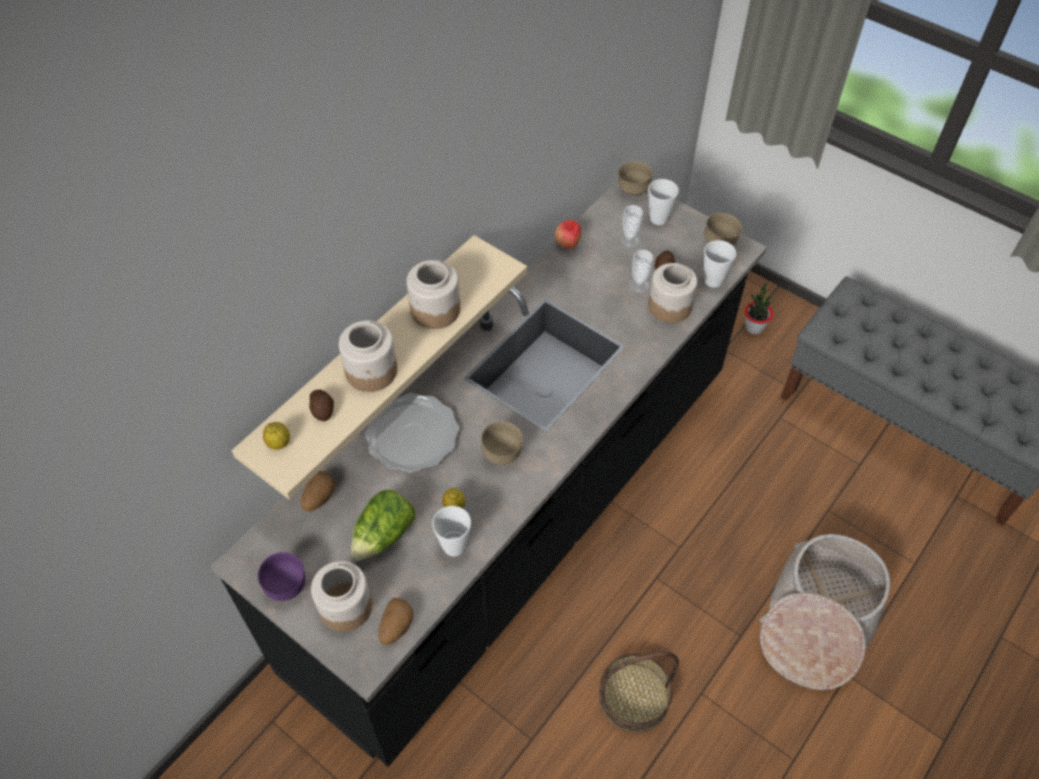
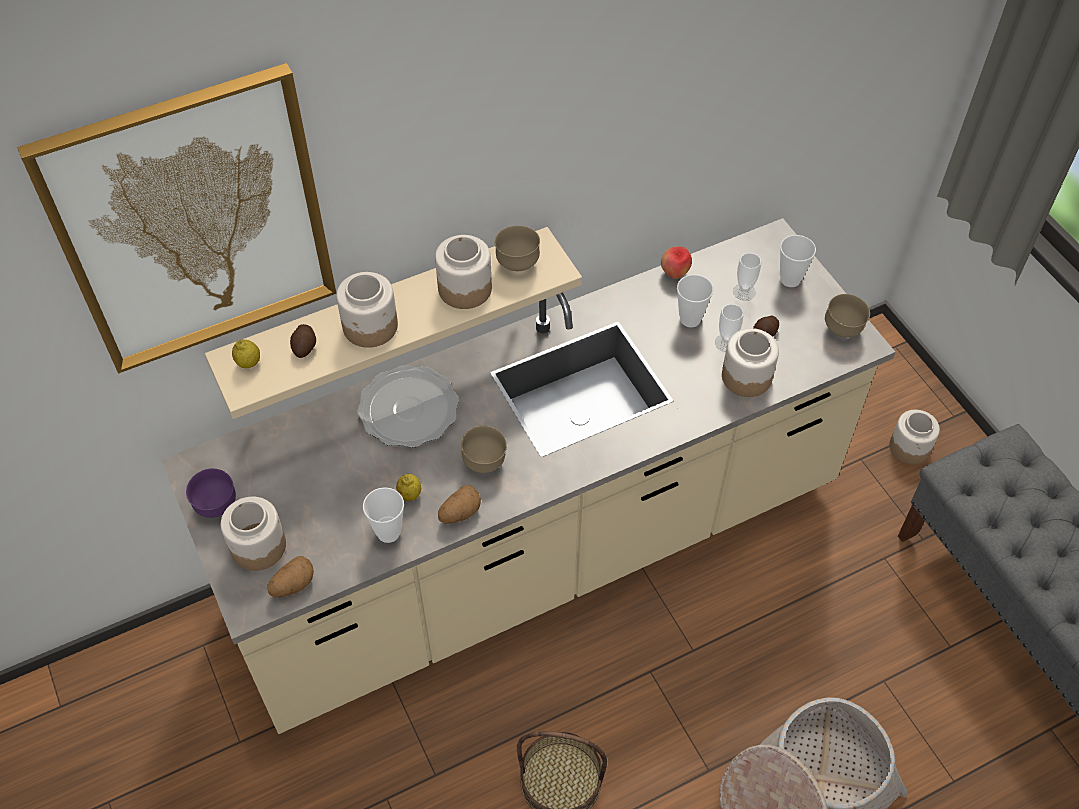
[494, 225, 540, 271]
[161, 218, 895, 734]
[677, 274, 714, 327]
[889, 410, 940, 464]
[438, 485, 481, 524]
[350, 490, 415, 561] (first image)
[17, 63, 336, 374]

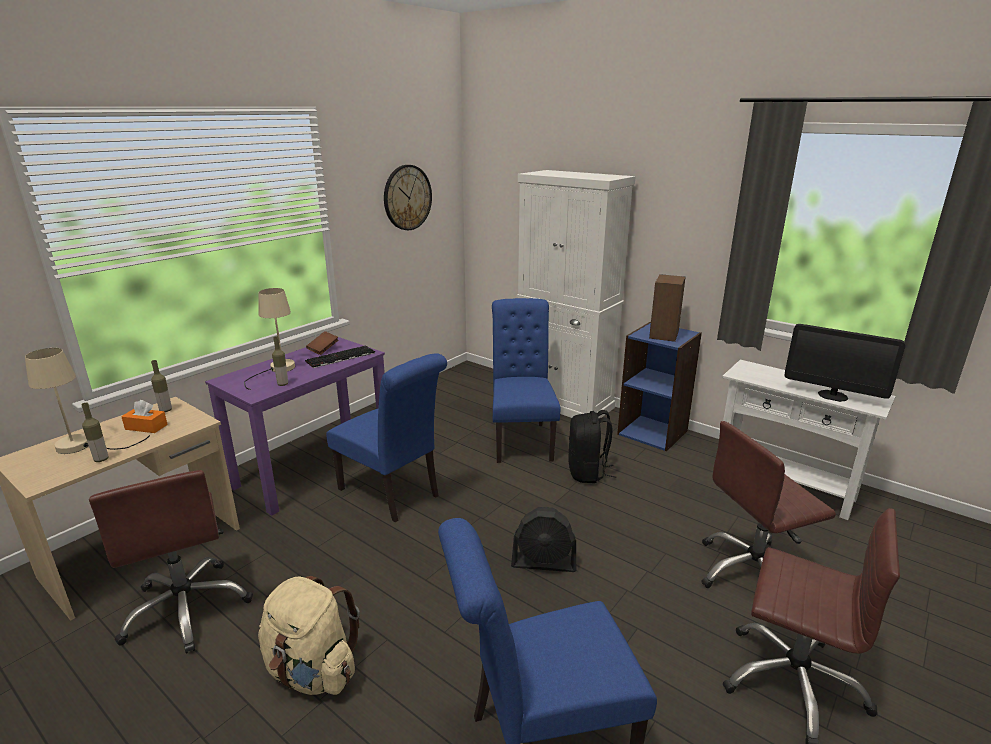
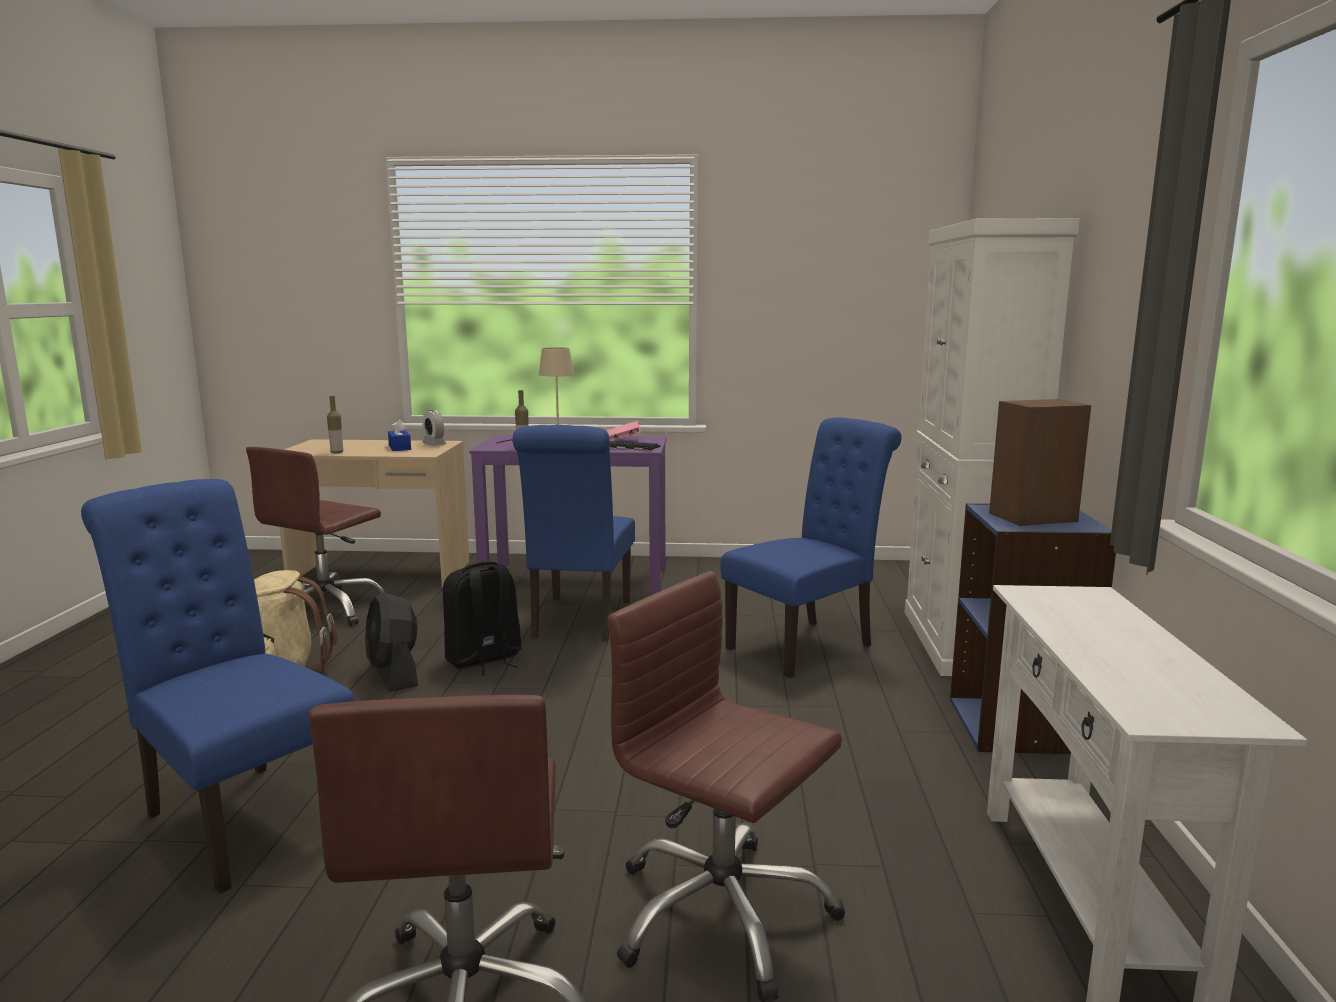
[384, 165, 432, 230] (first image)
[784, 324, 905, 402] (first image)
[607, 420, 641, 441]
[25, 348, 150, 454] (first image)
[422, 410, 446, 446]
[388, 419, 411, 451]
[443, 561, 522, 676]
[365, 592, 418, 692]

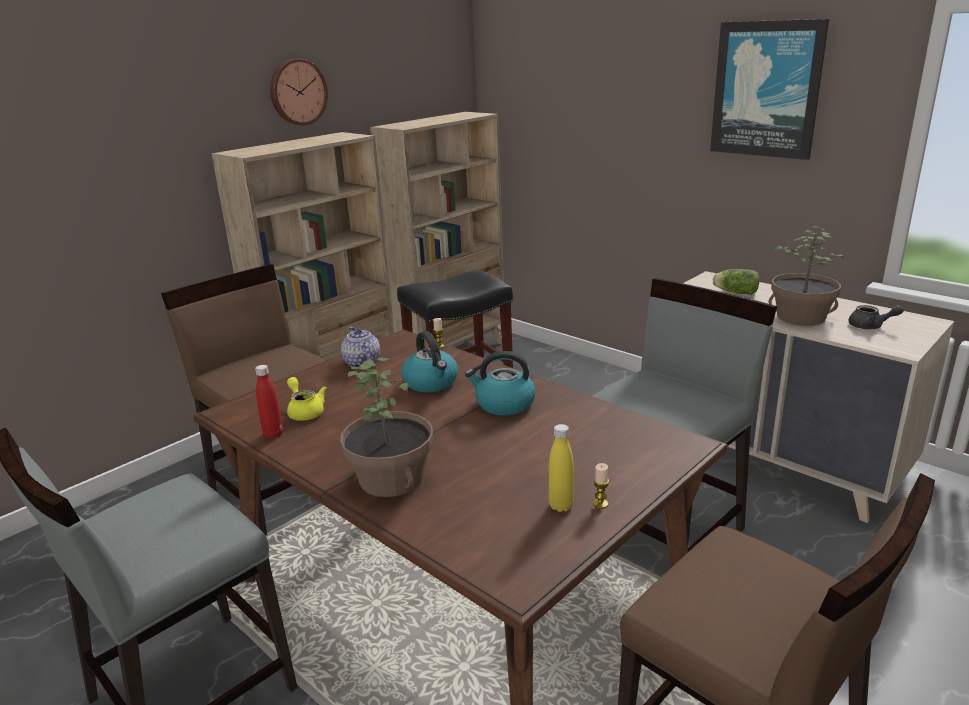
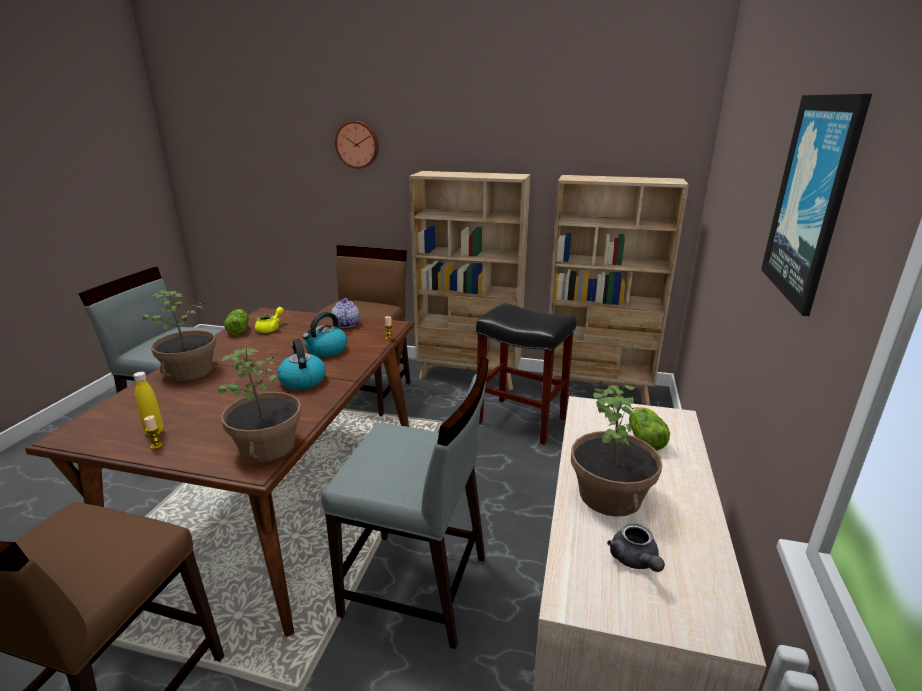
[335, 121, 379, 169]
[331, 298, 359, 328]
[224, 309, 249, 335]
[218, 348, 302, 462]

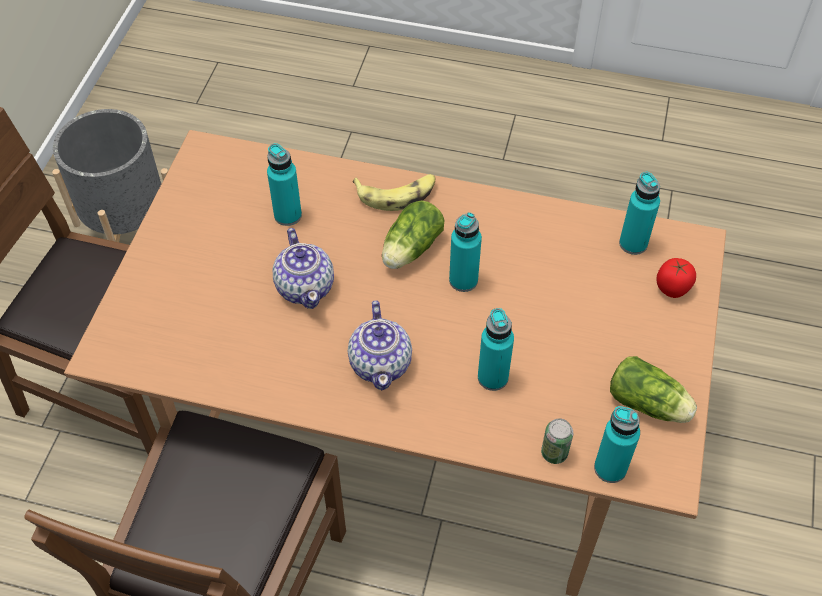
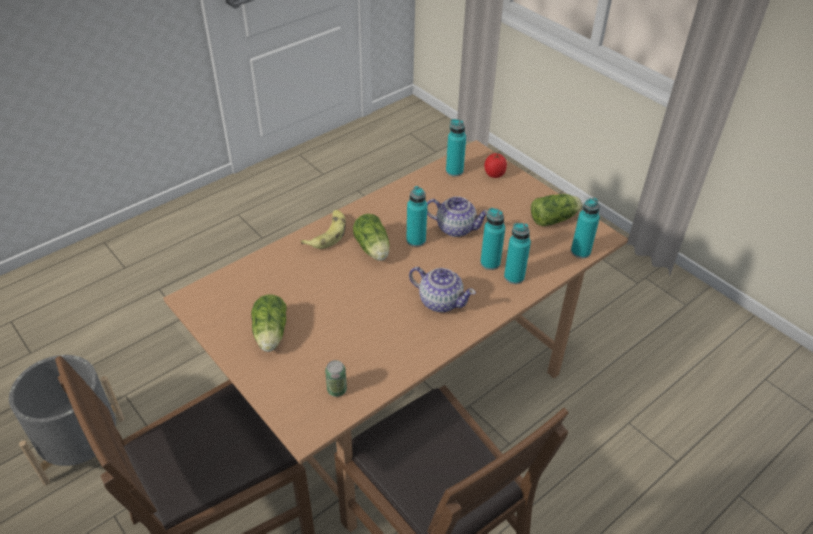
[504, 223, 531, 284]
[427, 196, 488, 237]
[325, 360, 347, 397]
[251, 294, 287, 352]

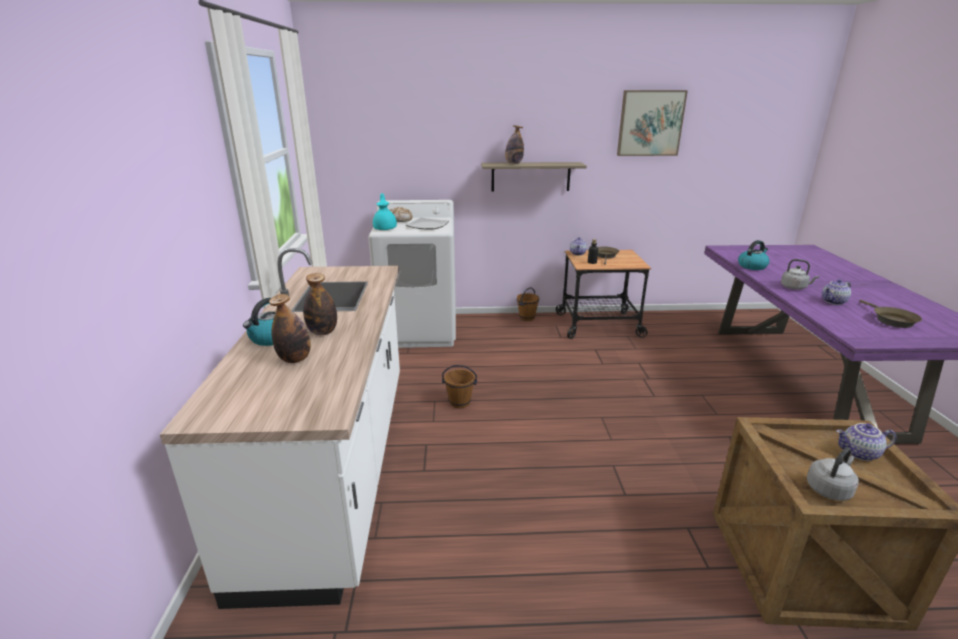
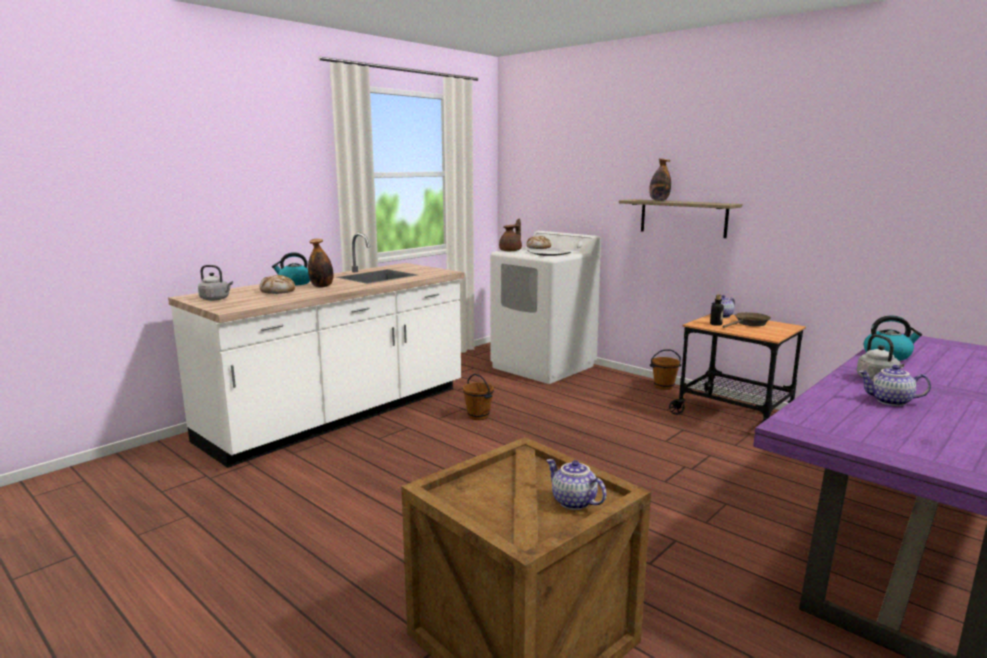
[617, 90, 688, 156] (first image)
[499, 219, 522, 251]
[260, 275, 295, 294]
[859, 300, 922, 328] (first image)
[198, 265, 233, 301]

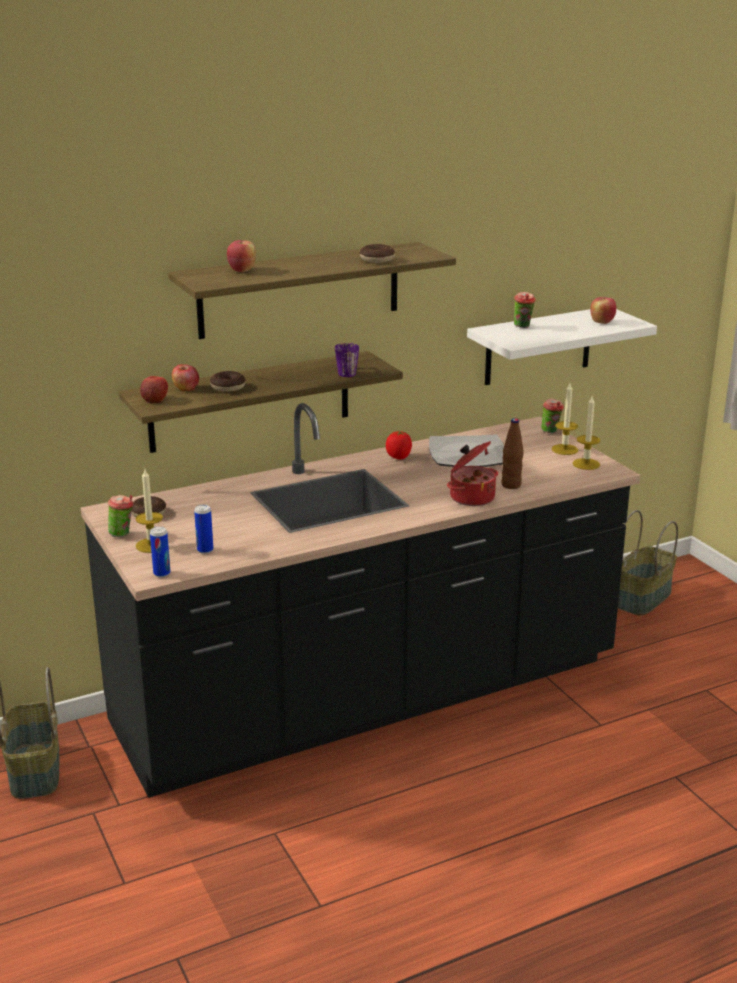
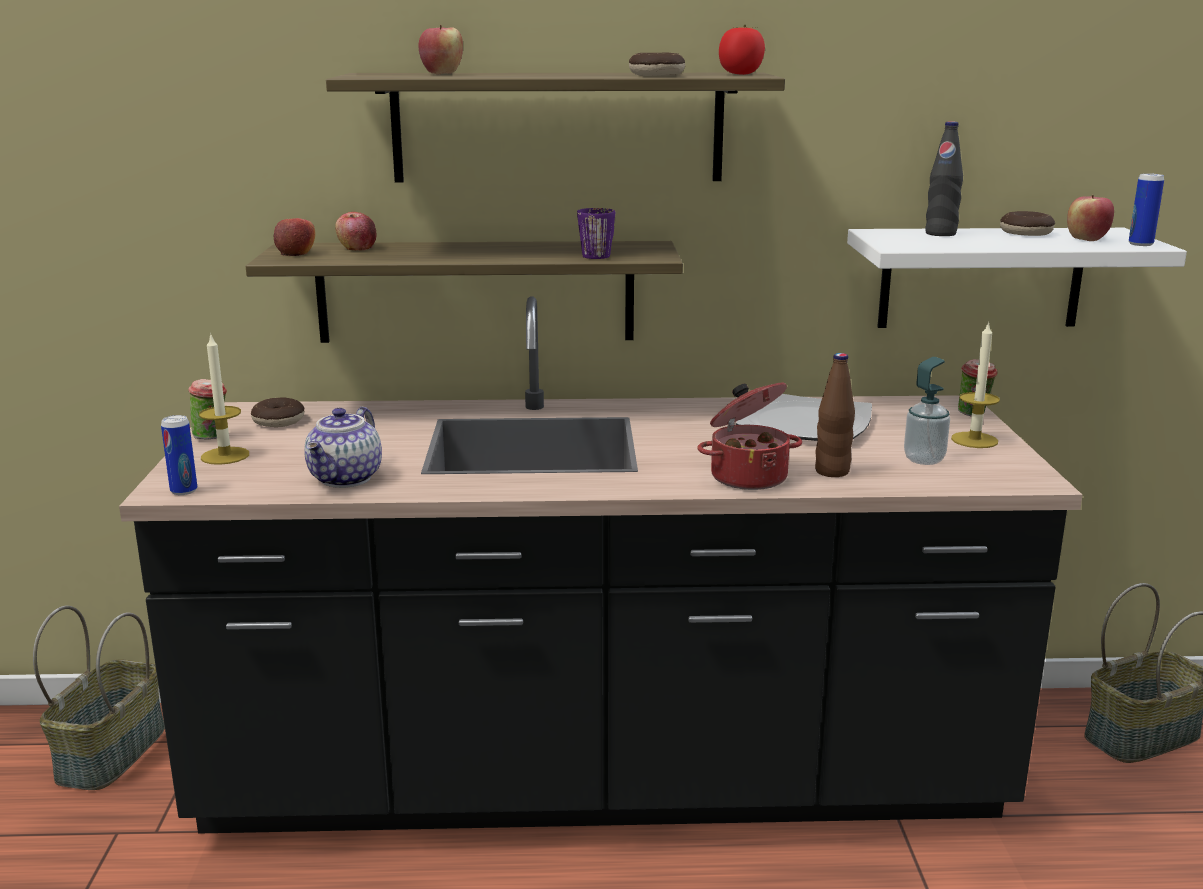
[925, 121, 963, 236]
[1000, 211, 1055, 236]
[573, 397, 600, 470] (first image)
[719, 25, 765, 75]
[1129, 173, 1164, 246]
[904, 357, 950, 465]
[304, 407, 382, 488]

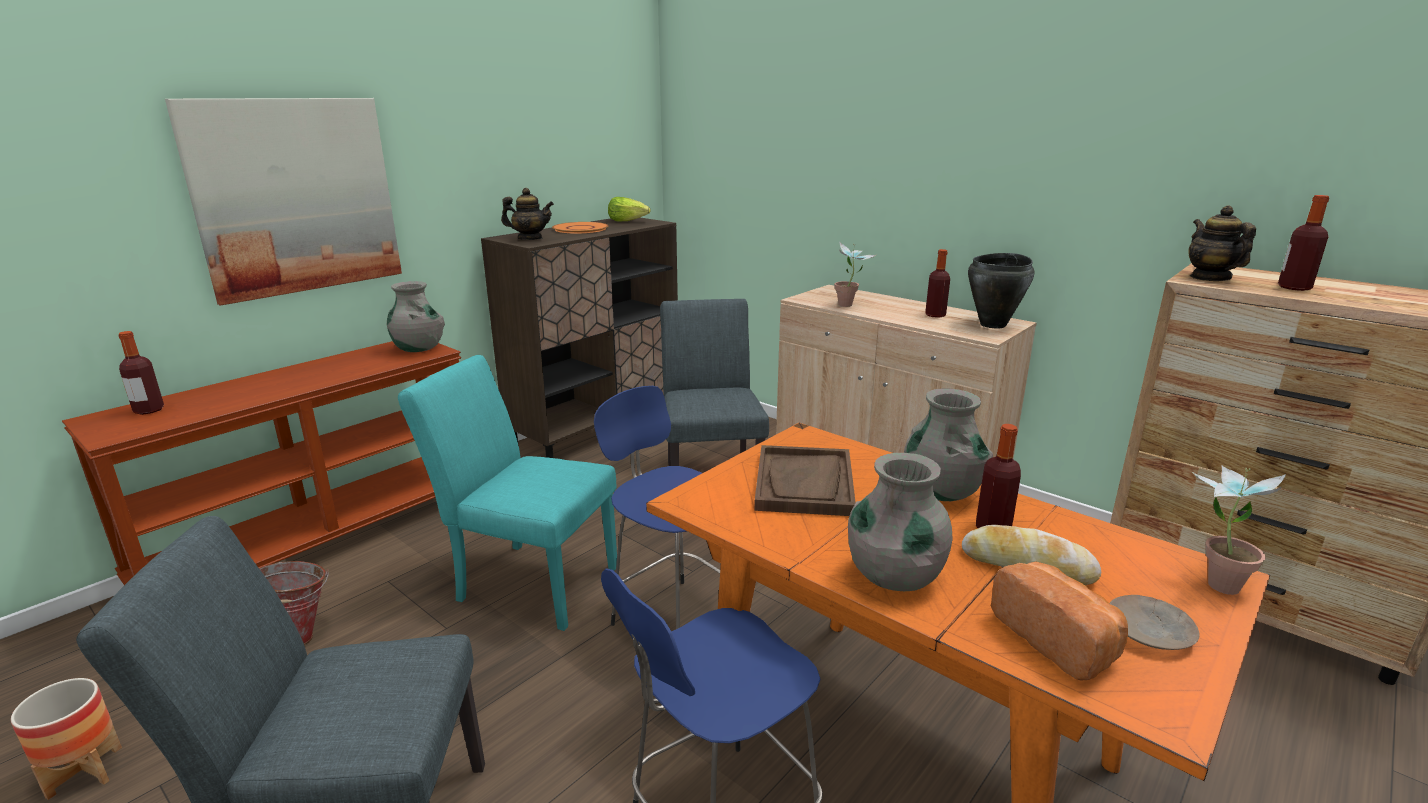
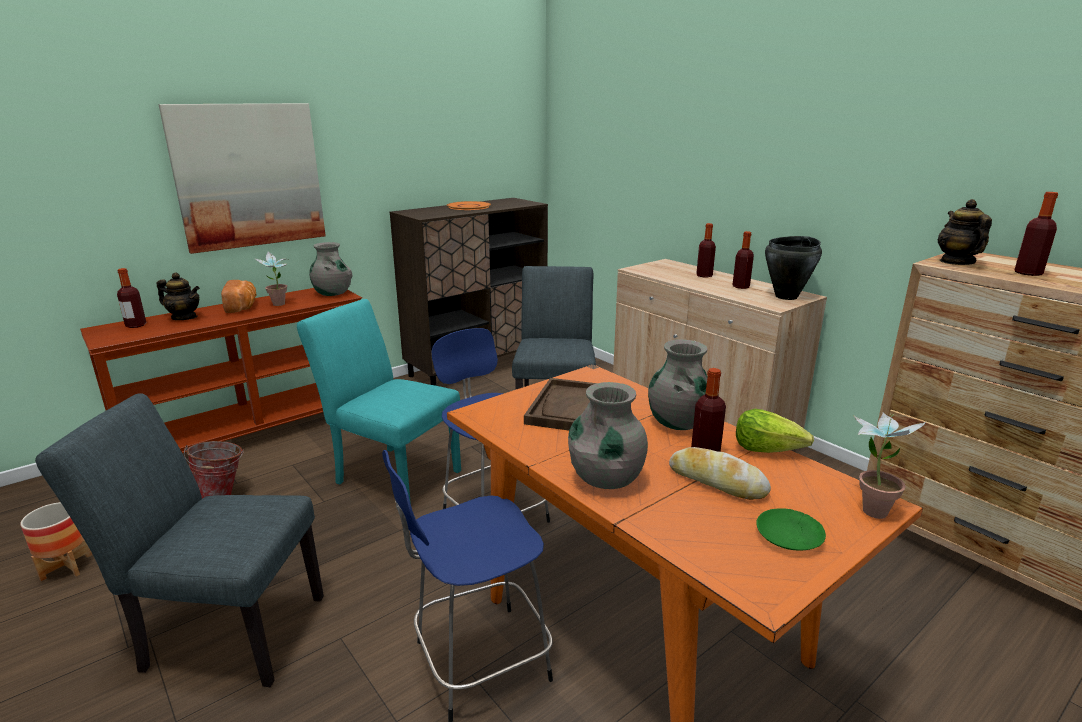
[157, 273, 200, 320]
[736, 409, 814, 453]
[254, 251, 290, 306]
[221, 280, 256, 313]
[756, 508, 826, 551]
[696, 223, 716, 278]

